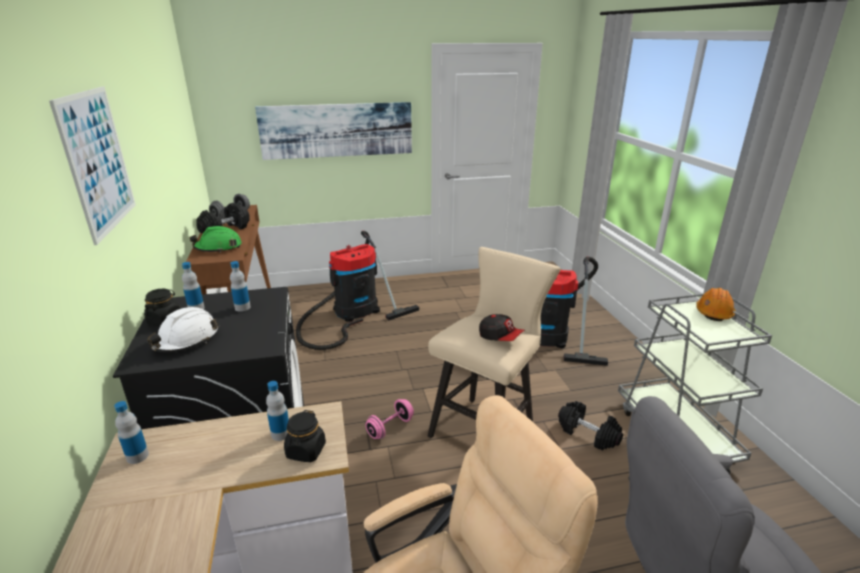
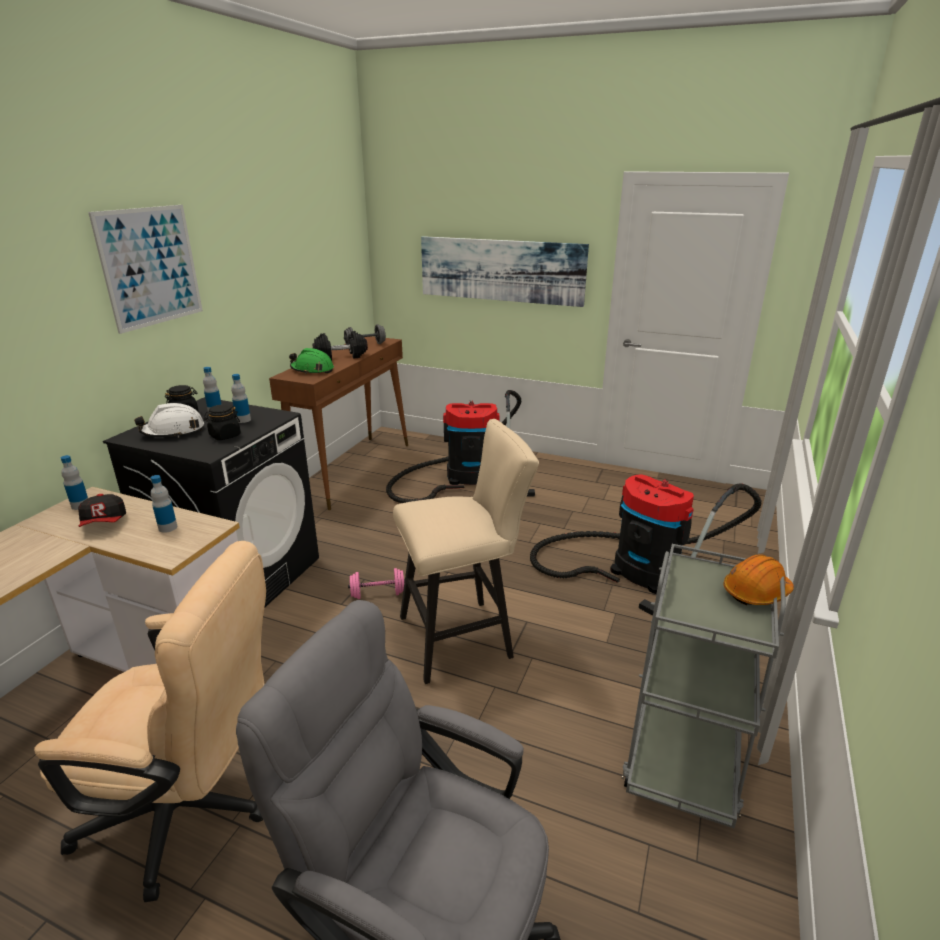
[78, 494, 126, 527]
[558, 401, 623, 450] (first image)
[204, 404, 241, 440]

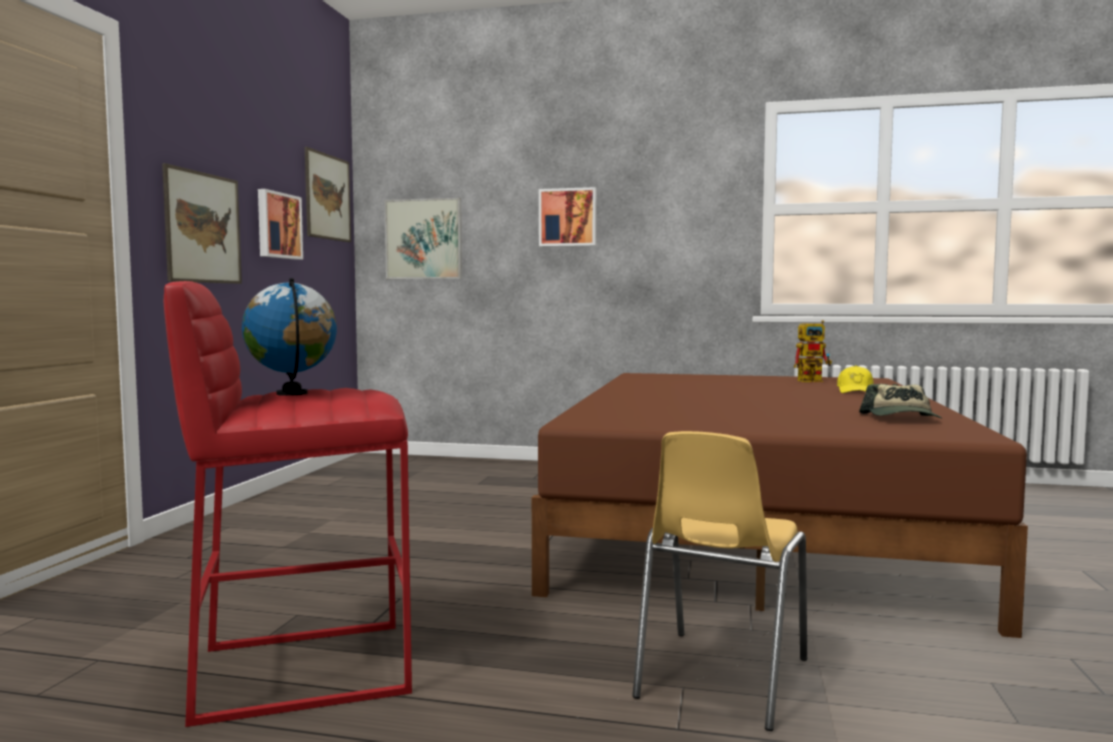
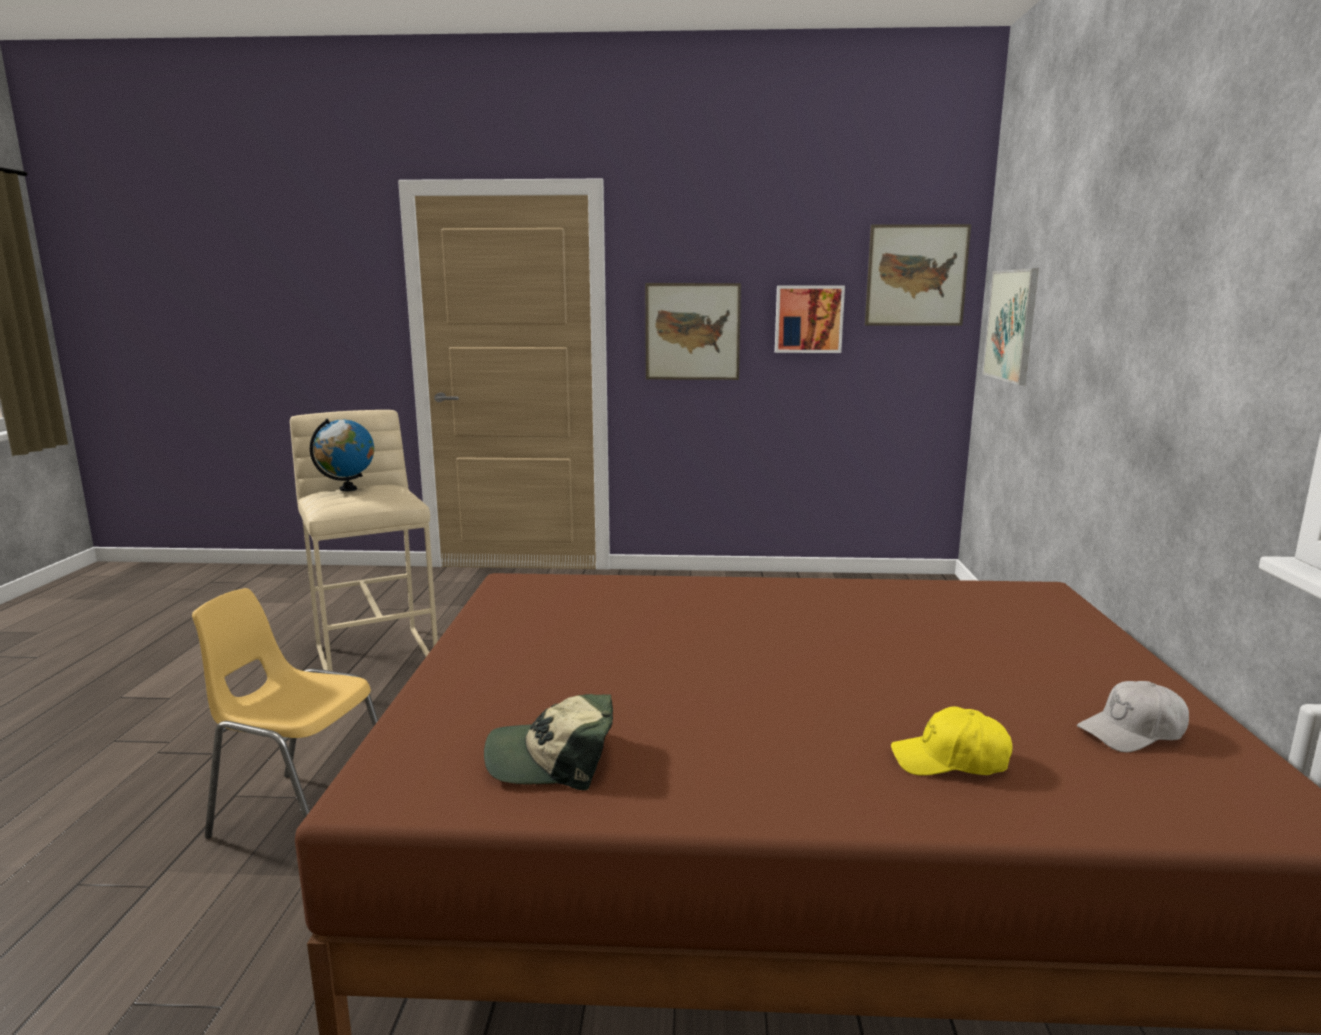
[539, 187, 596, 247] (first image)
[290, 410, 438, 671]
[1077, 681, 1189, 752]

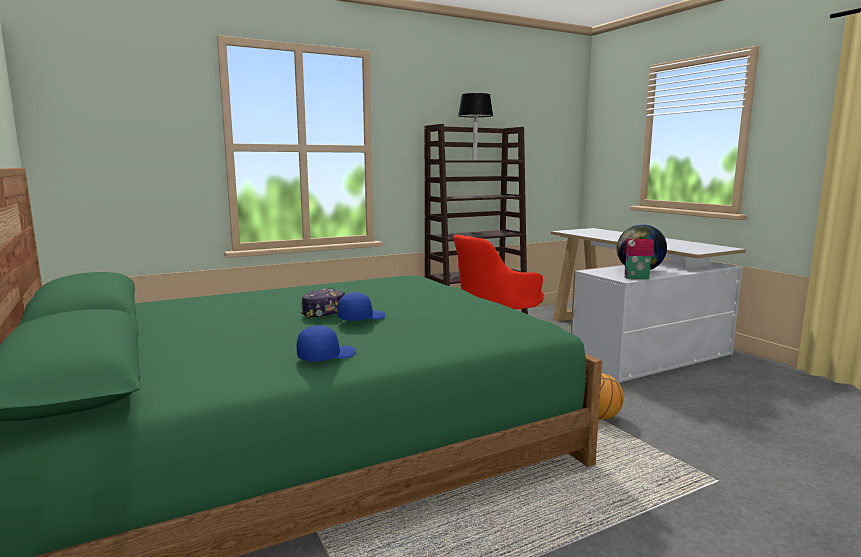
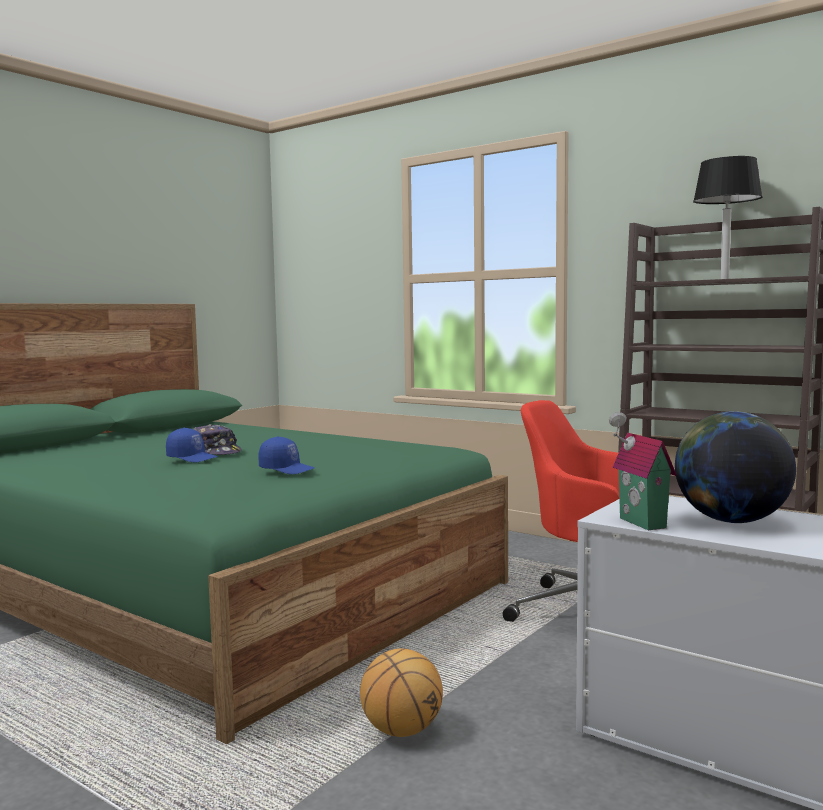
[258, 436, 315, 474]

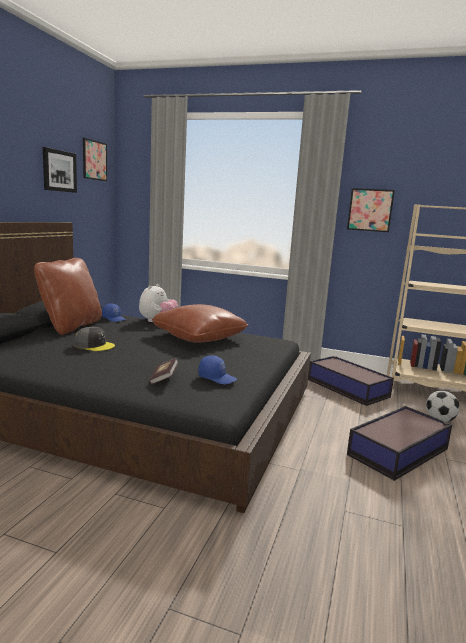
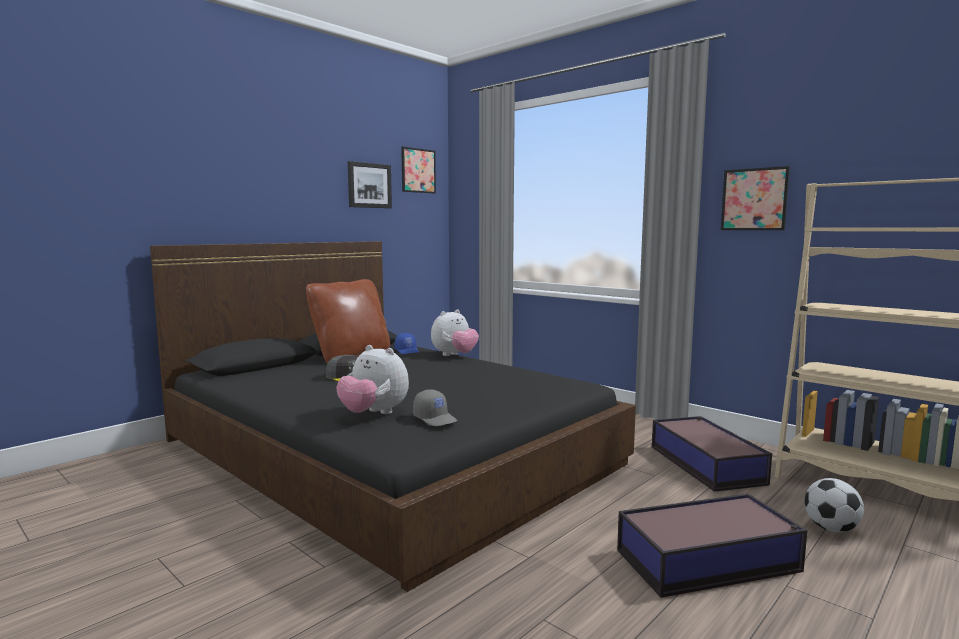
[152, 304, 248, 343] (first image)
[413, 389, 457, 426]
[337, 345, 409, 414]

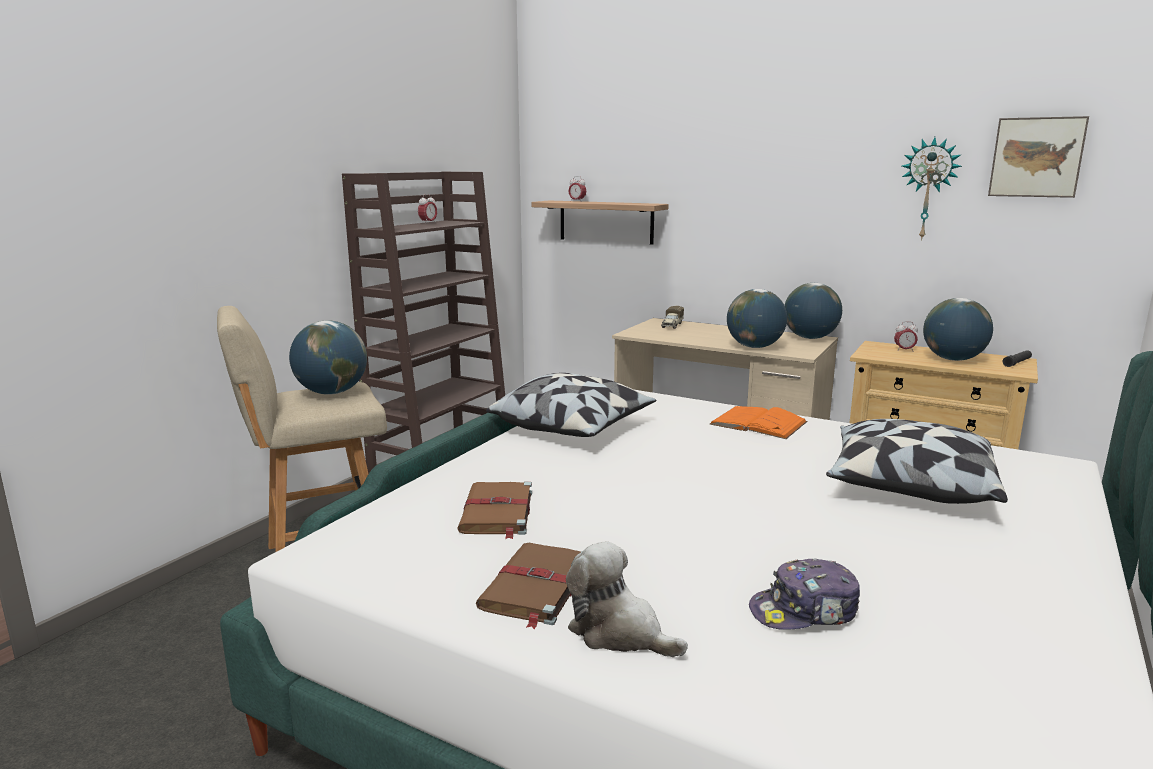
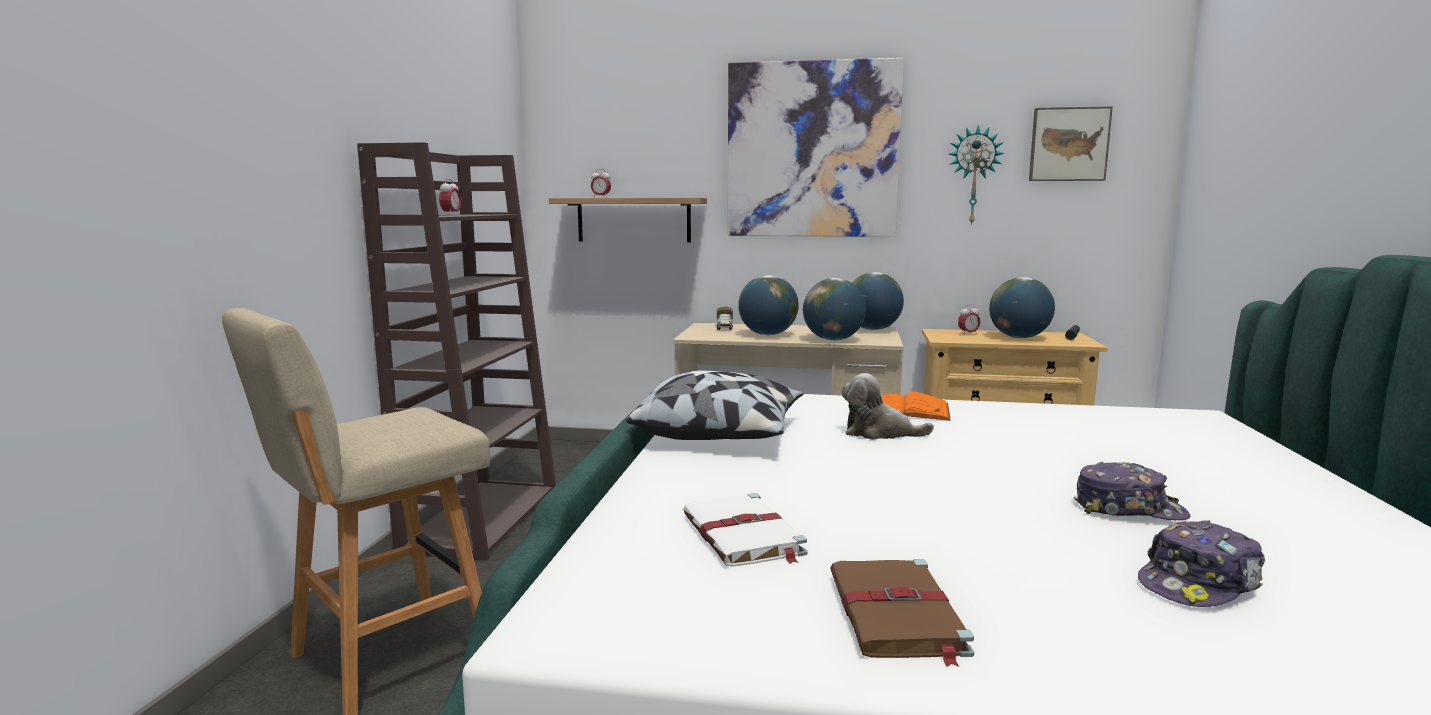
[738, 275, 799, 335]
[826, 419, 1008, 504] (first image)
[683, 493, 808, 566]
[842, 373, 934, 440]
[728, 58, 904, 237]
[1074, 462, 1190, 520]

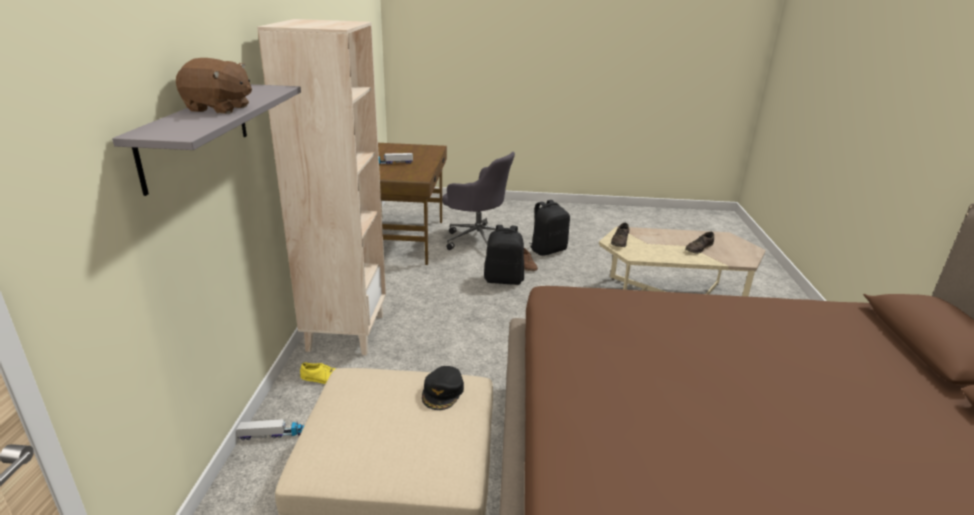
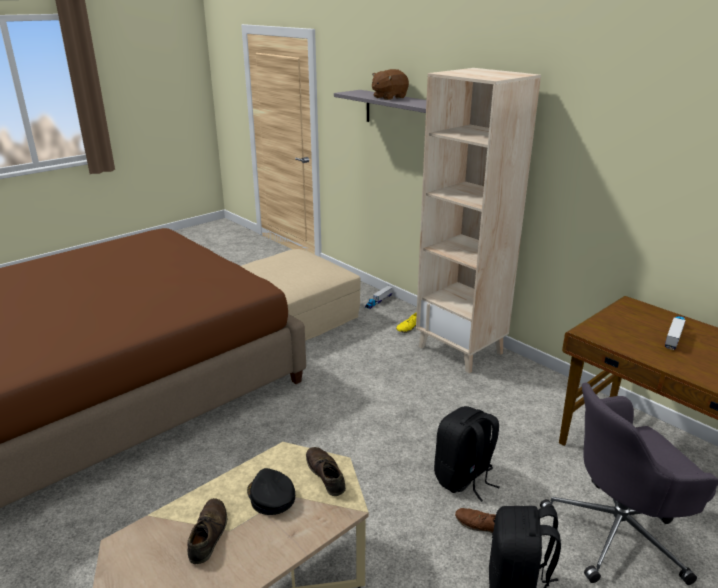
[247, 468, 295, 515]

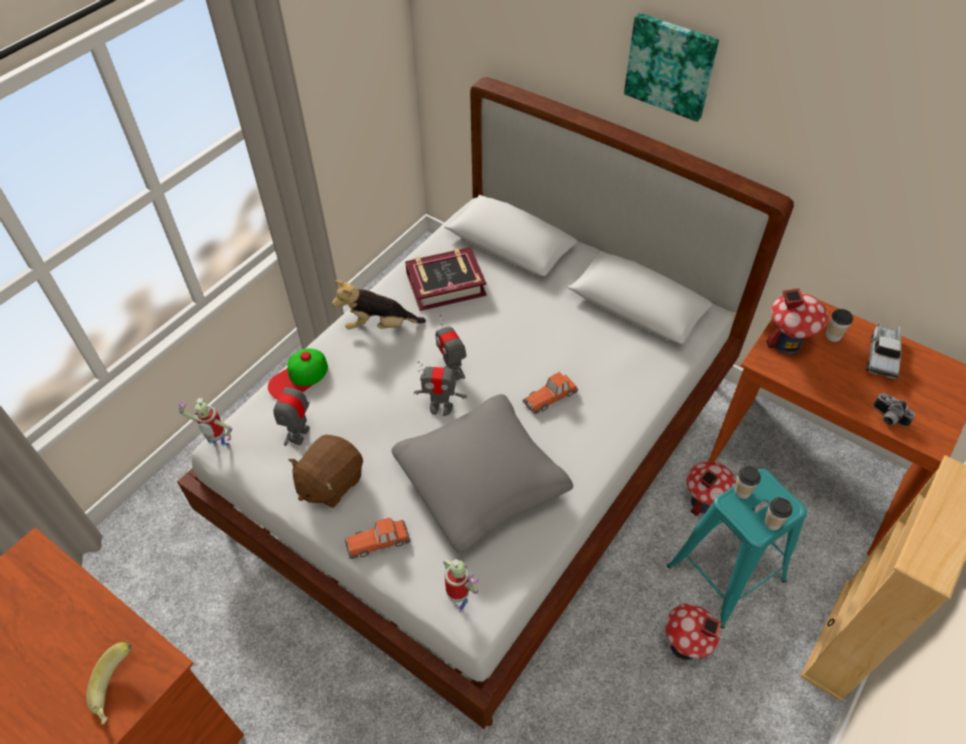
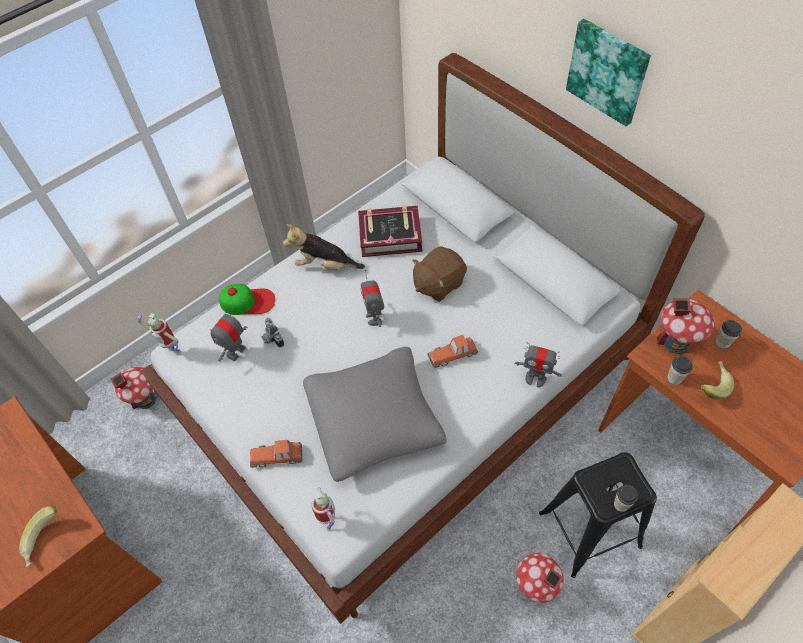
[866, 321, 902, 379] (first image)
[219, 284, 275, 315]
[515, 342, 562, 387]
[261, 318, 284, 348]
[412, 246, 467, 302]
[111, 367, 156, 409]
[667, 356, 692, 385]
[539, 452, 657, 578]
[701, 361, 734, 400]

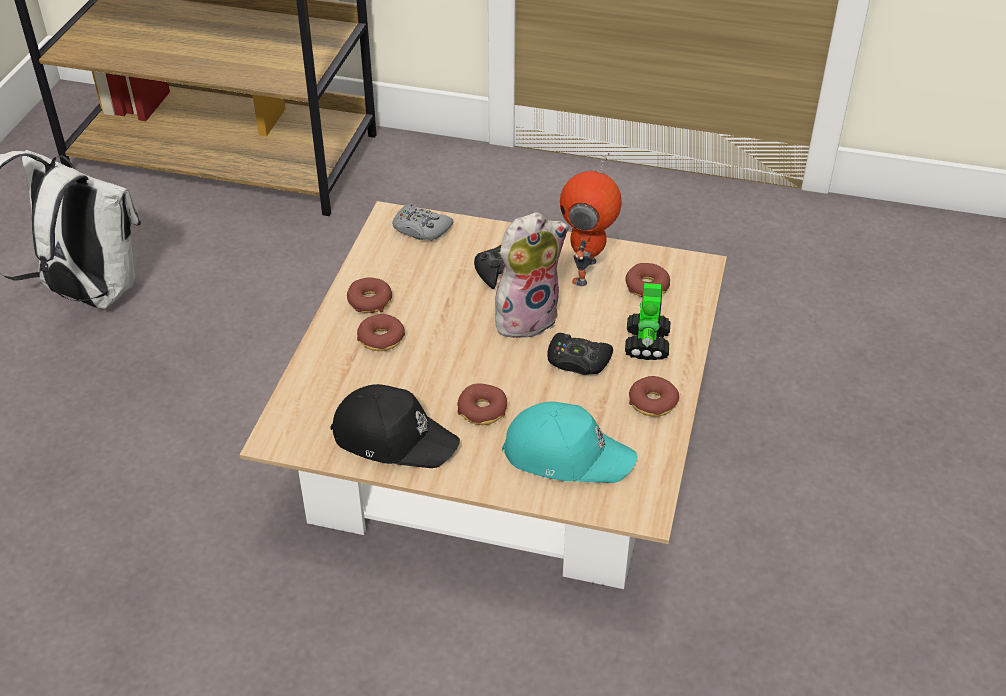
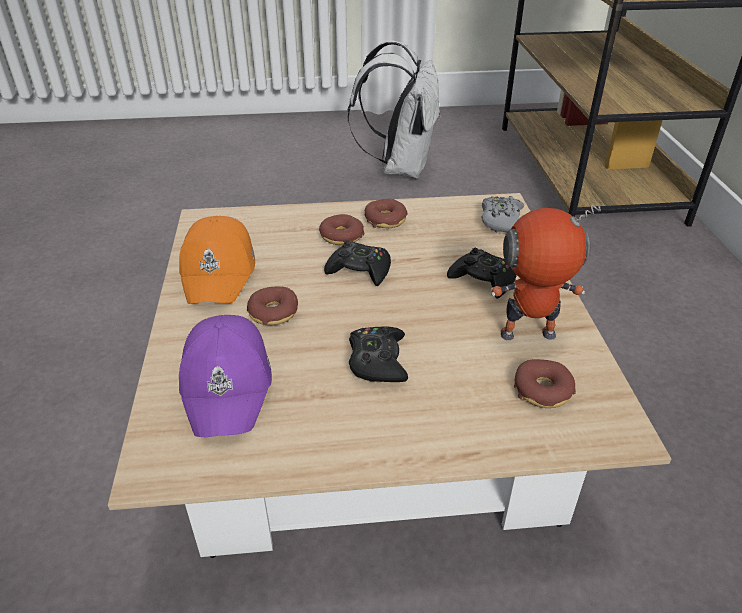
[495, 212, 569, 338] (first image)
[625, 283, 670, 360] (first image)
[629, 376, 679, 417] (first image)
[179, 216, 255, 304]
[179, 315, 272, 437]
[324, 240, 391, 286]

